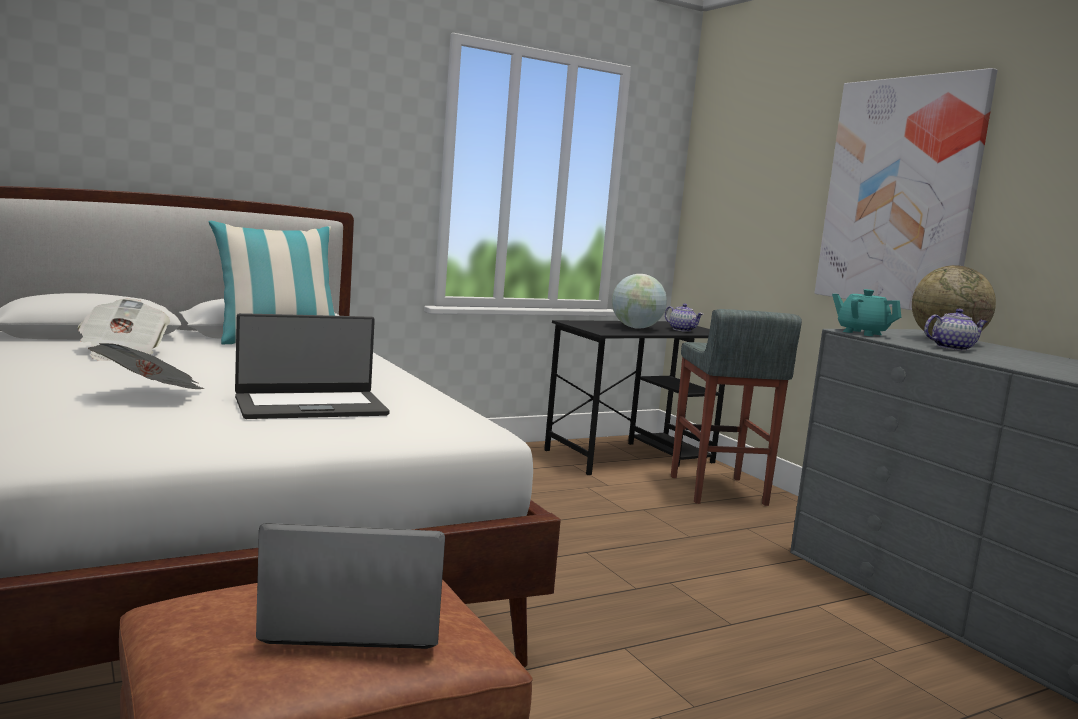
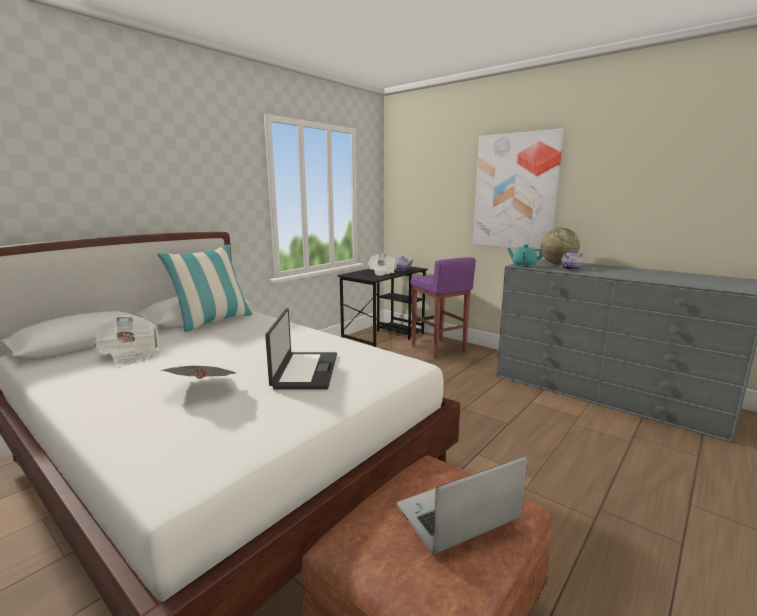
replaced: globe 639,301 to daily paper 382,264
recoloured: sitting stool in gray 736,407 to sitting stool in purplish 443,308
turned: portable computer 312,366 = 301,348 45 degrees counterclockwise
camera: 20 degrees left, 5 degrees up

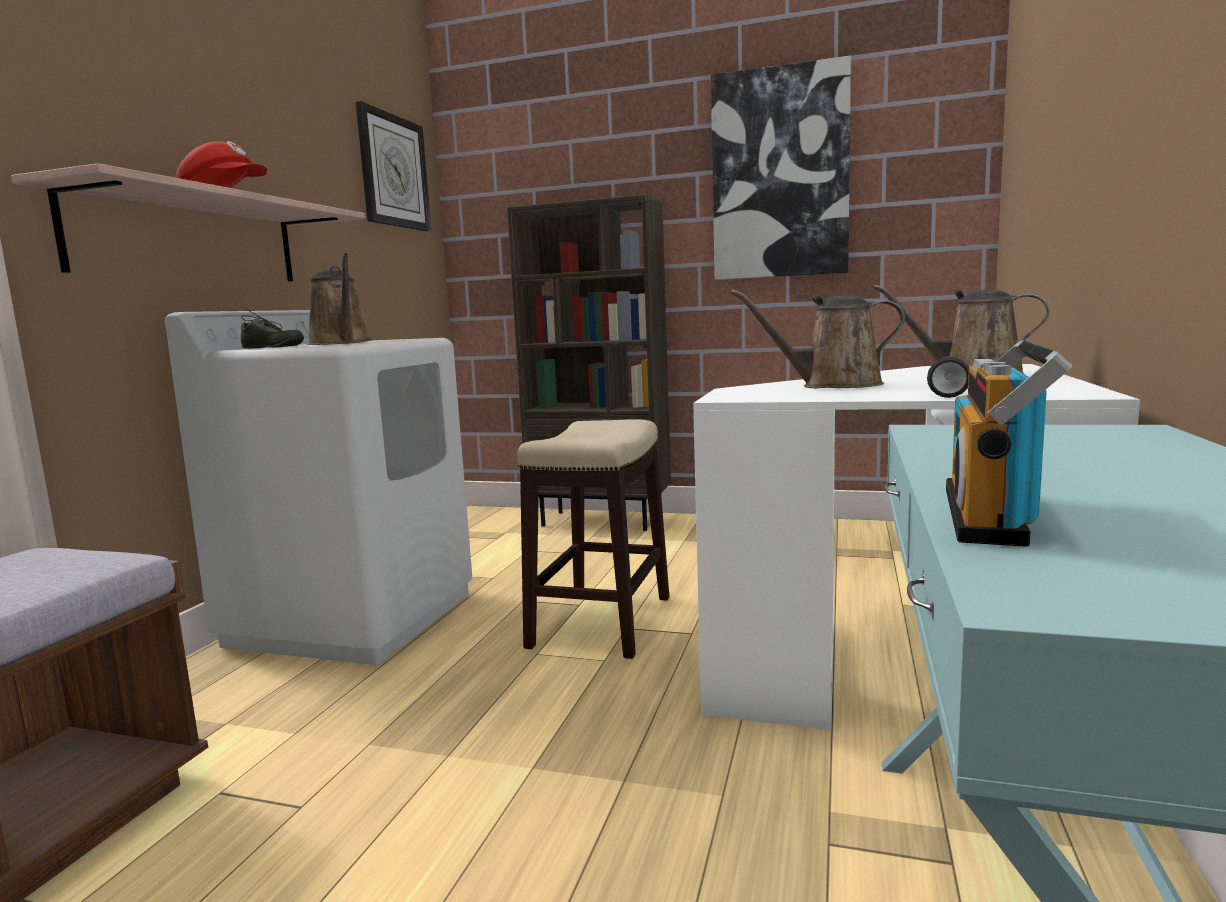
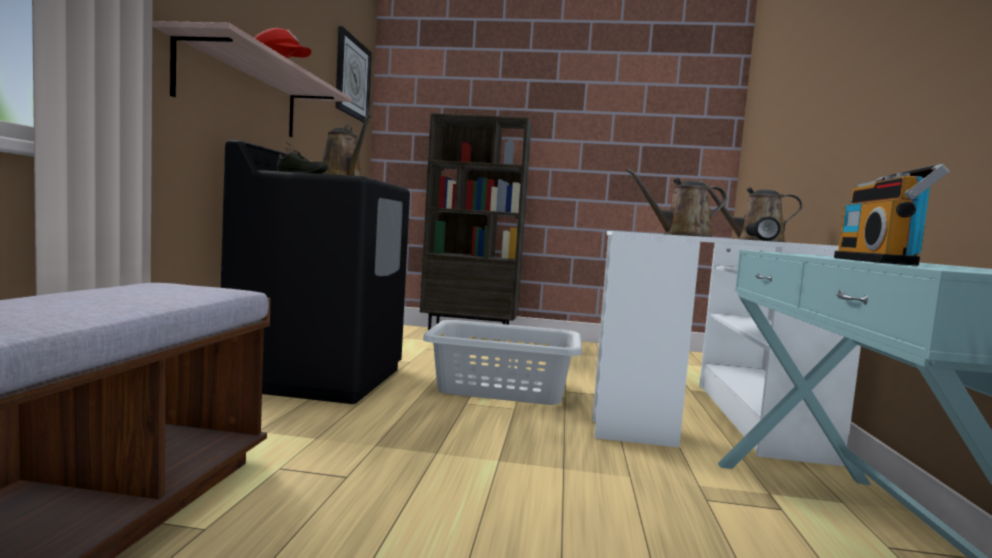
removed: picture 781,168
replaced: sitting stool 593,539 to washing basket in gray 502,362
recoloured: washing machine in whitish 318,487 to washing machine in blackish 315,272
camera: 10 degrees left, 5 degrees down

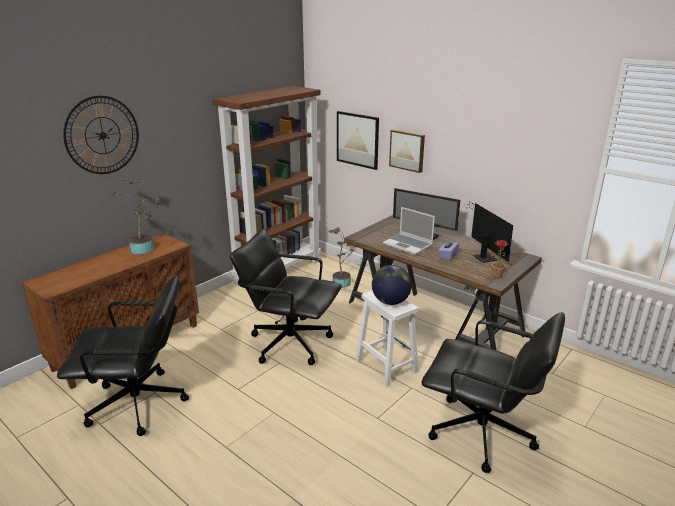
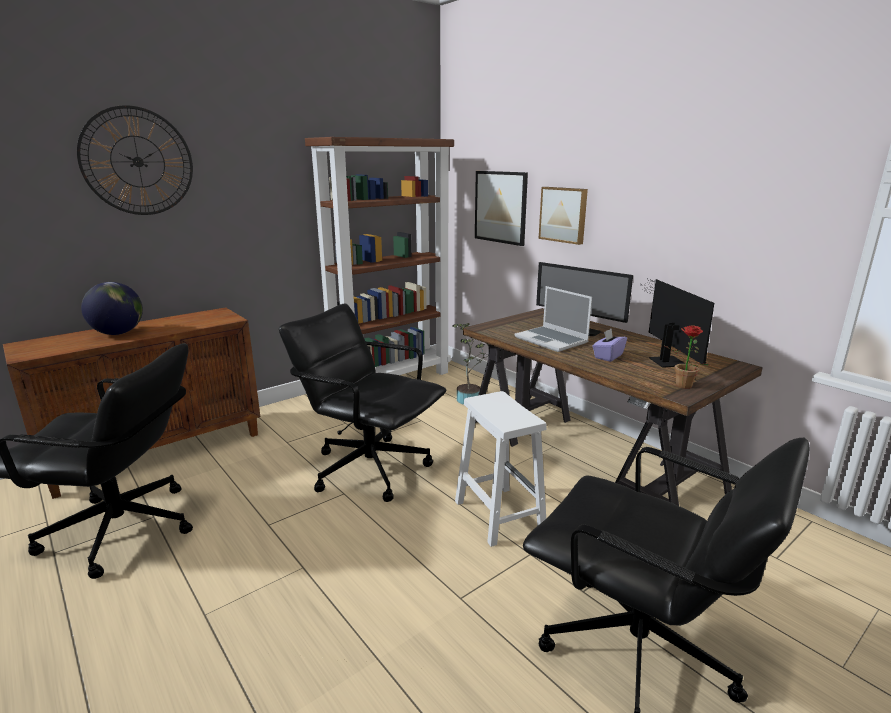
removed: potted plant 136,216
moved: globe 392,285 to 112,308
camera: 10 degrees right, 5 degrees down

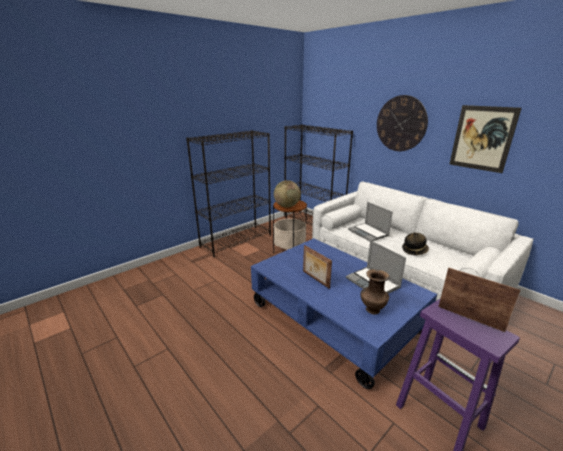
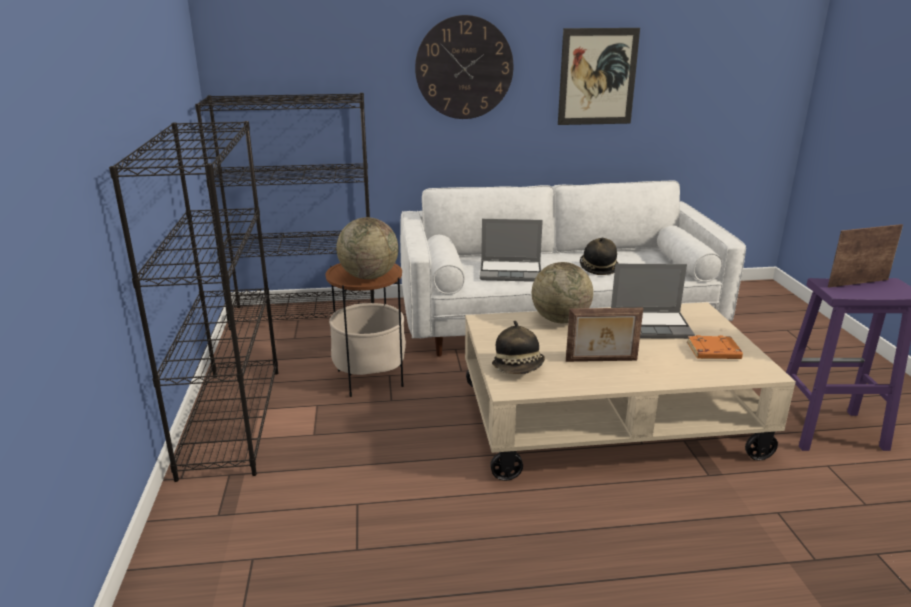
added: clothing hat 518,347; globe 562,292
replaced: decorative vase in brownish 375,291 to bound book in orange-coloured 715,347
recoloured: coffee table in blue 344,313 to coffee table in beige-coloured 630,391
camera: 55 degrees left, 0 degrees up

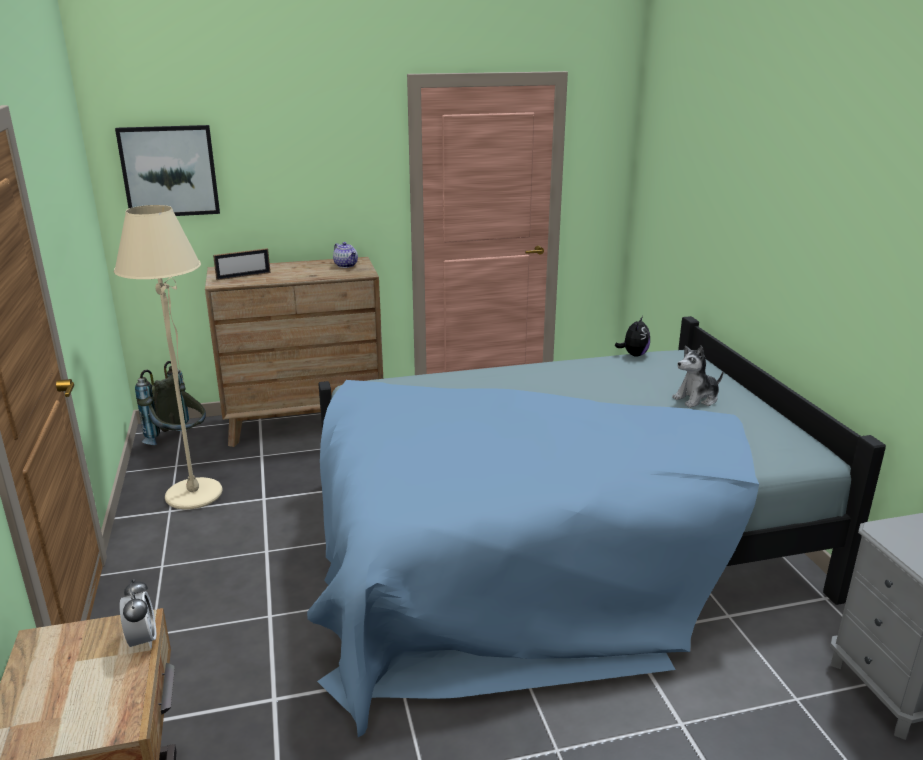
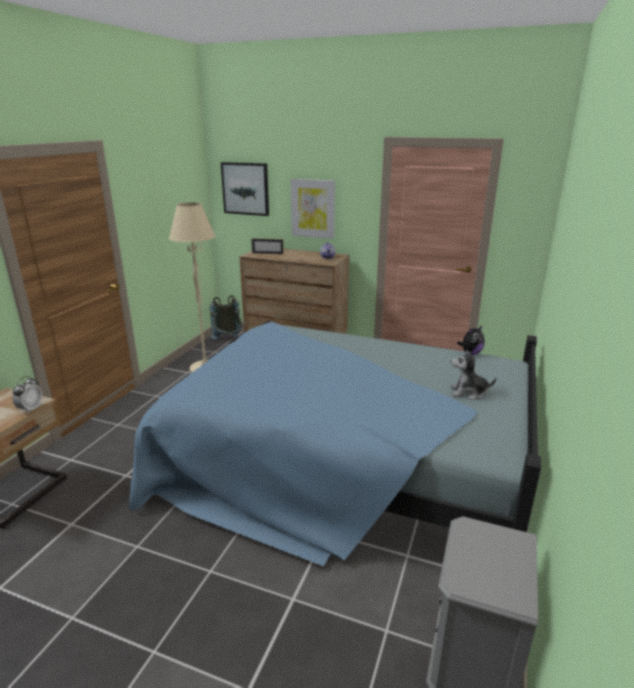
added: picture 313,209
camera: 35 degrees right, 0 degrees up

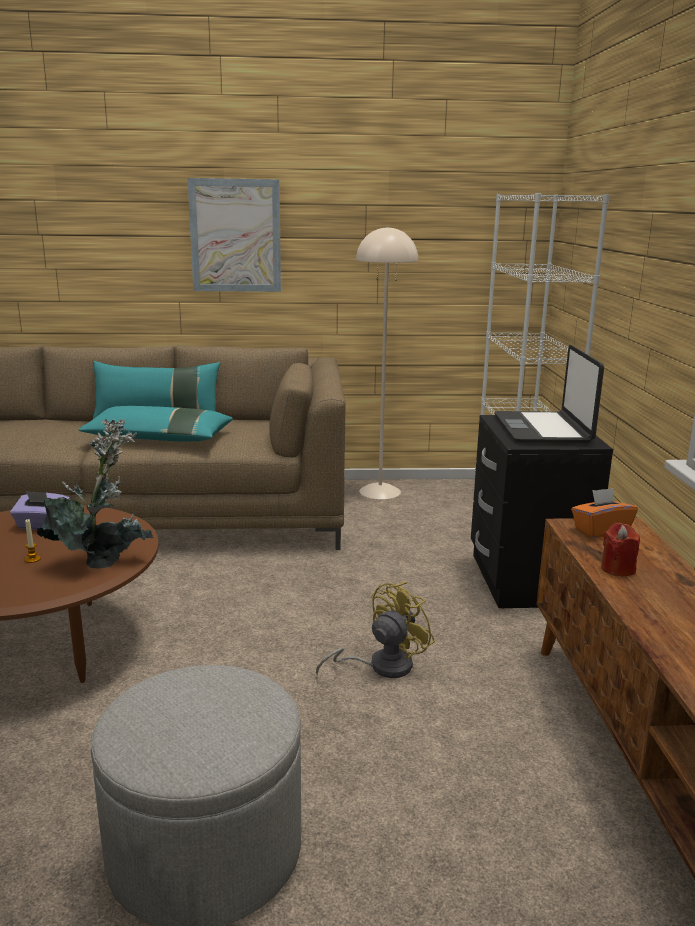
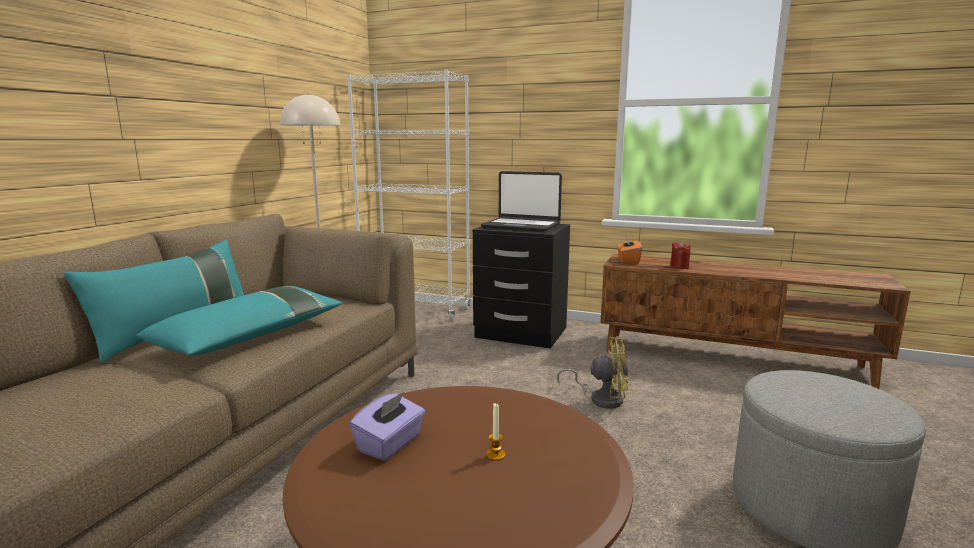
removed: potted plant 95,494; picture 234,235
turned: cooling fan in yellowish 375,630 = 592,373 120 degrees clockwise
camera: 65 degrees left, 5 degrees down

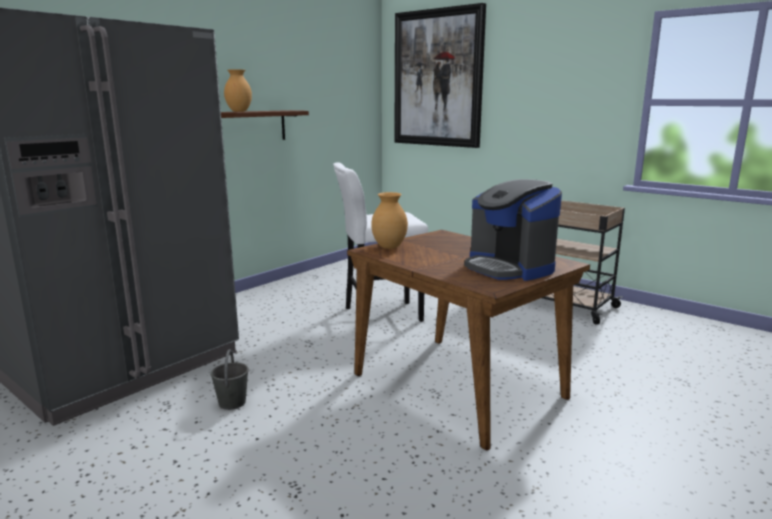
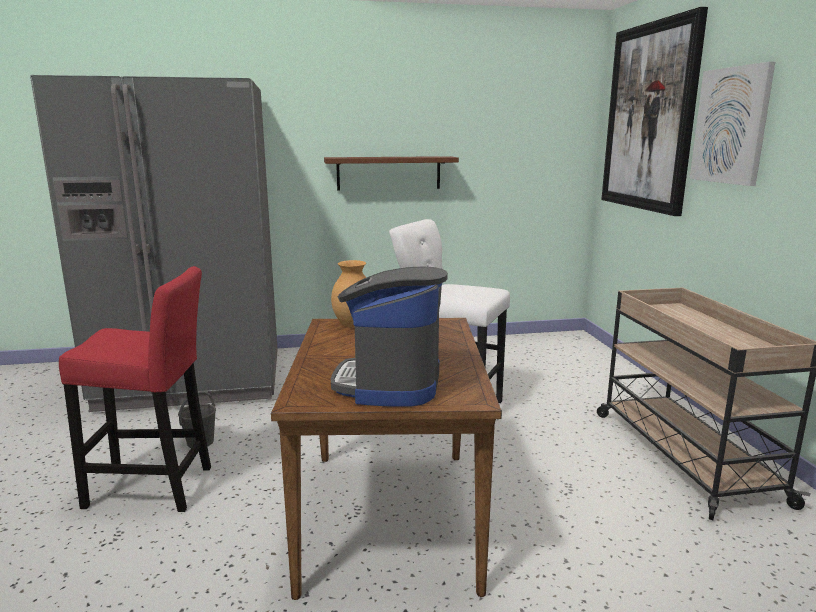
removed: decorative vase in brownish 238,90
added: sitting stool in reddish 135,389; picture 732,123
camera: 40 degrees right, 0 degrees up

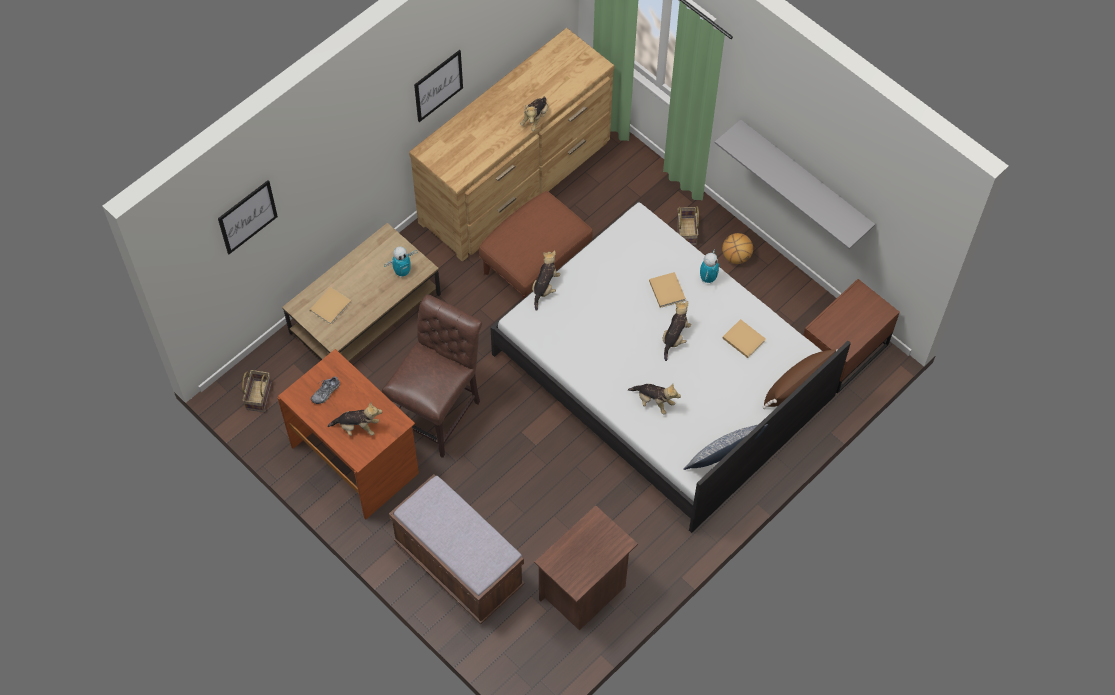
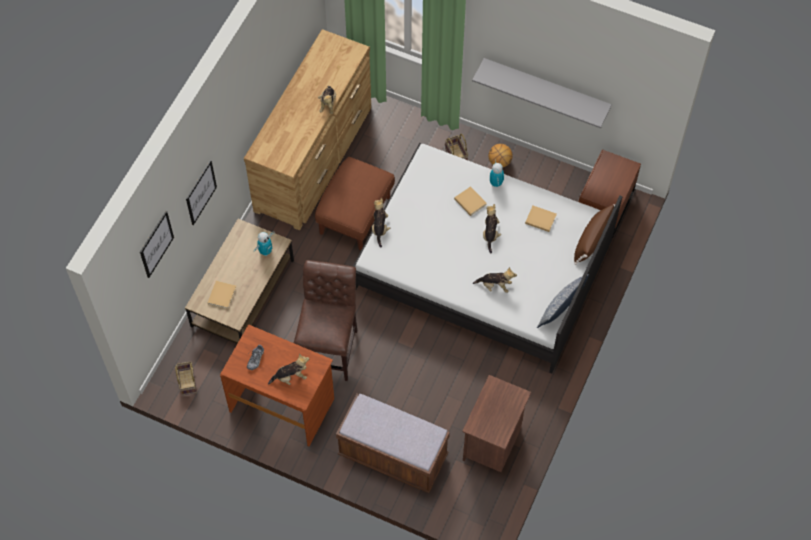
moved: picture 438,86 to 201,192
camera: 20 degrees left, 0 degrees up

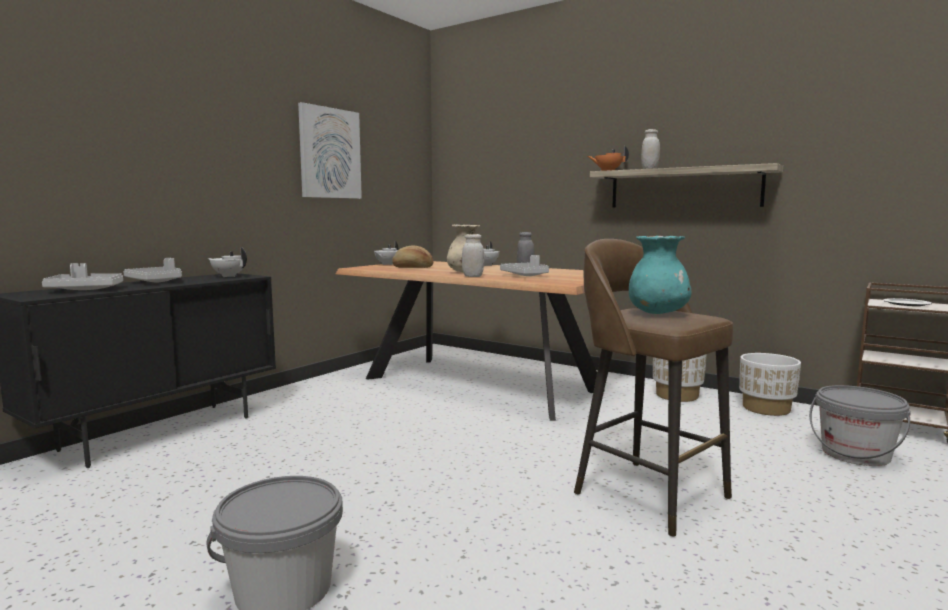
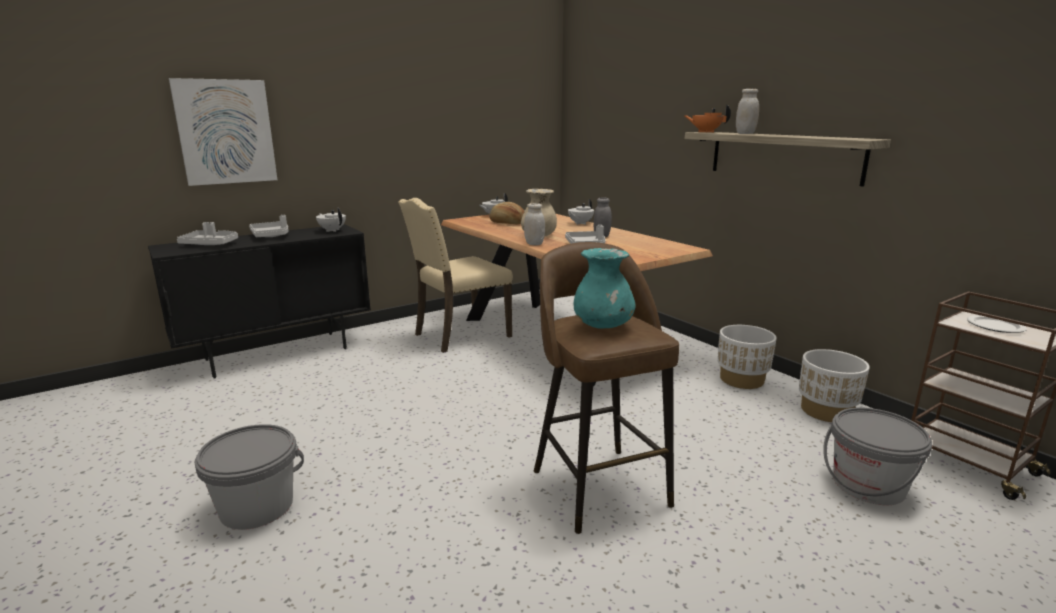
added: upright chair in beige-coloured 455,275
moved: picture 330,150 to 223,132
camera: 20 degrees right, 10 degrees up

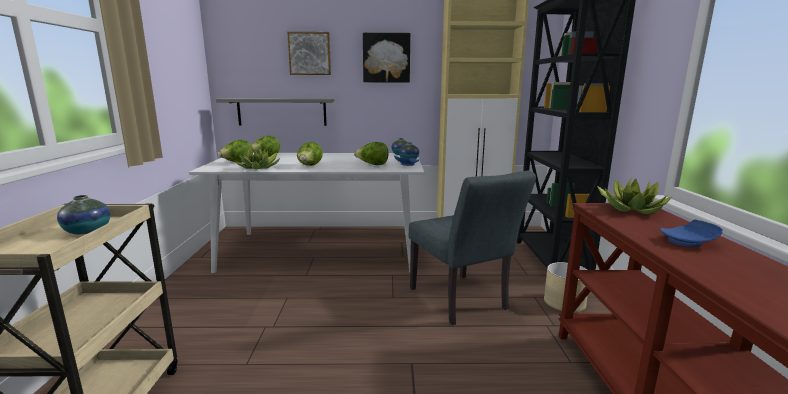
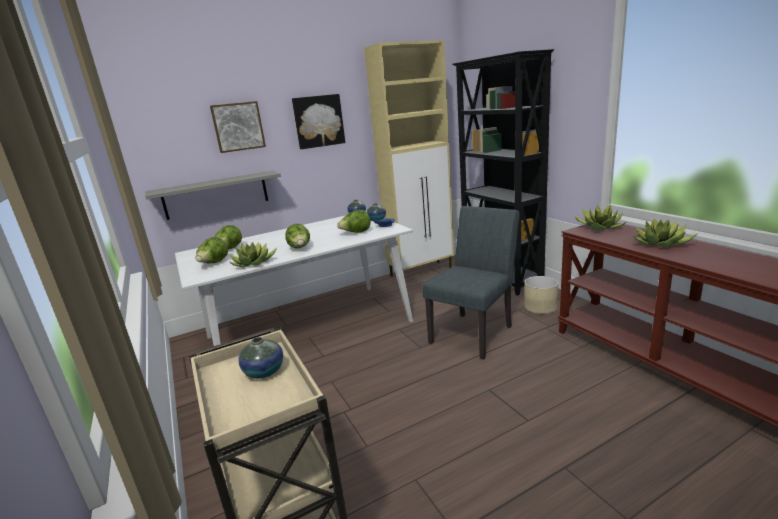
replaced: flat dish in blue 691,233 to potted plant 665,233
turned: upright chair in gray 472,248 = 471,283 90 degrees counterclockwise
camera: 25 degrees left, 5 degrees up

